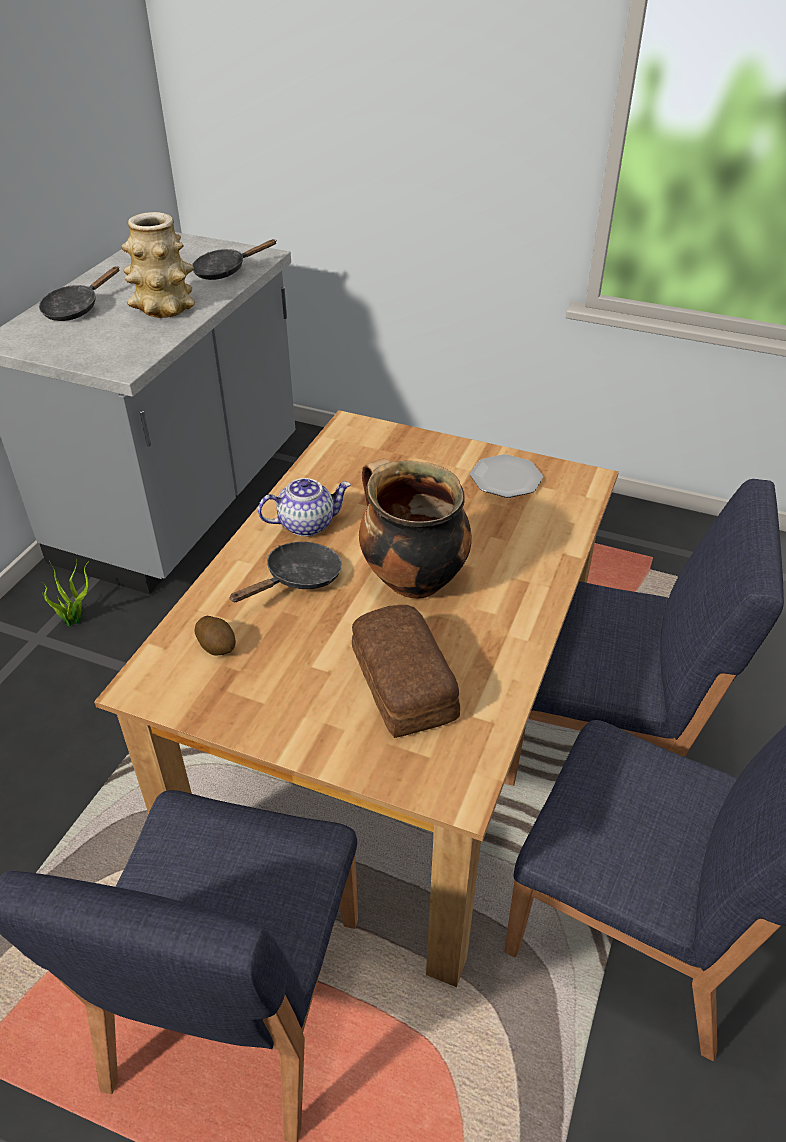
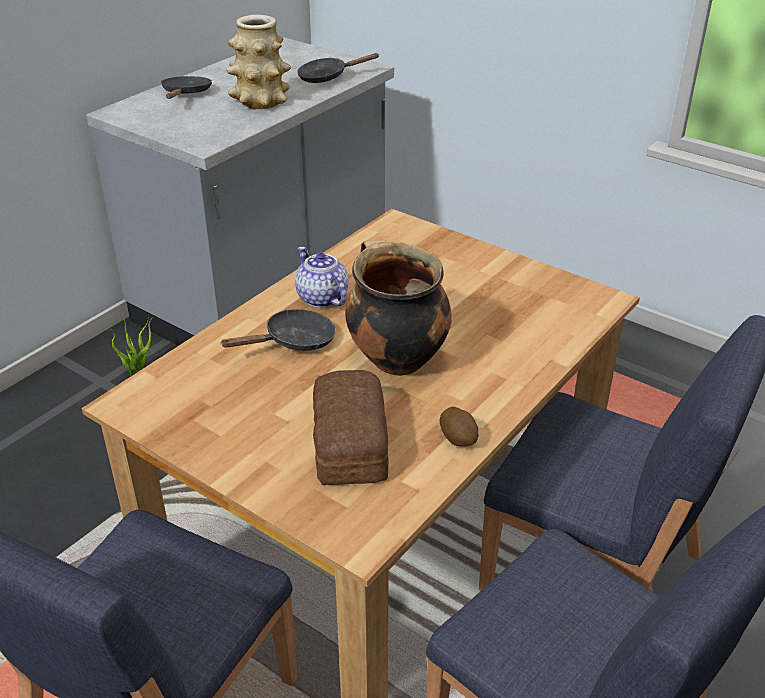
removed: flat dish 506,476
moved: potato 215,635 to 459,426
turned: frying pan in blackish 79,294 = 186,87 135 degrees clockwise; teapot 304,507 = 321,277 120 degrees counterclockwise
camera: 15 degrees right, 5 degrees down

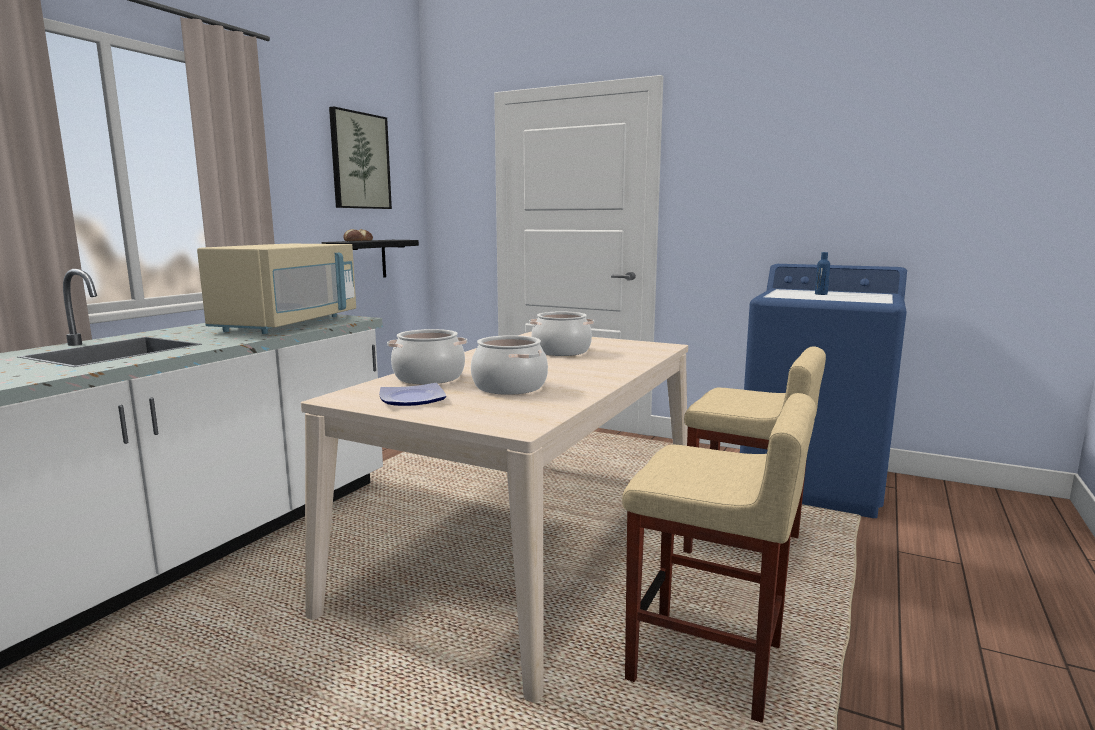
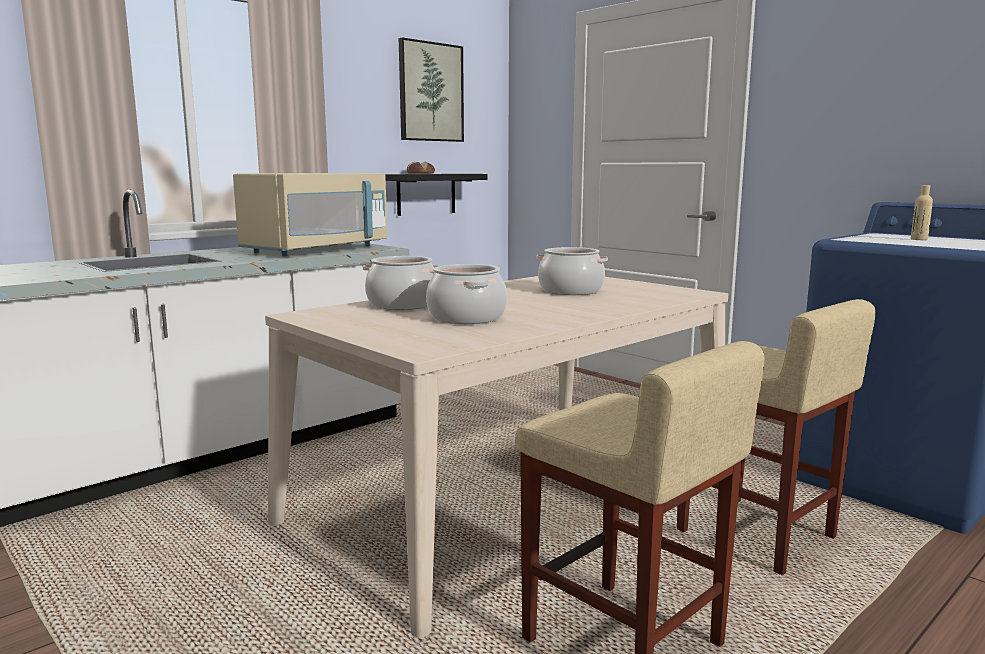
removed: flat dish 412,394
recoloured: beverage bottle in blue 822,273 to beverage bottle in beige-coloured 922,212
camera: 20 degrees right, 0 degrees up

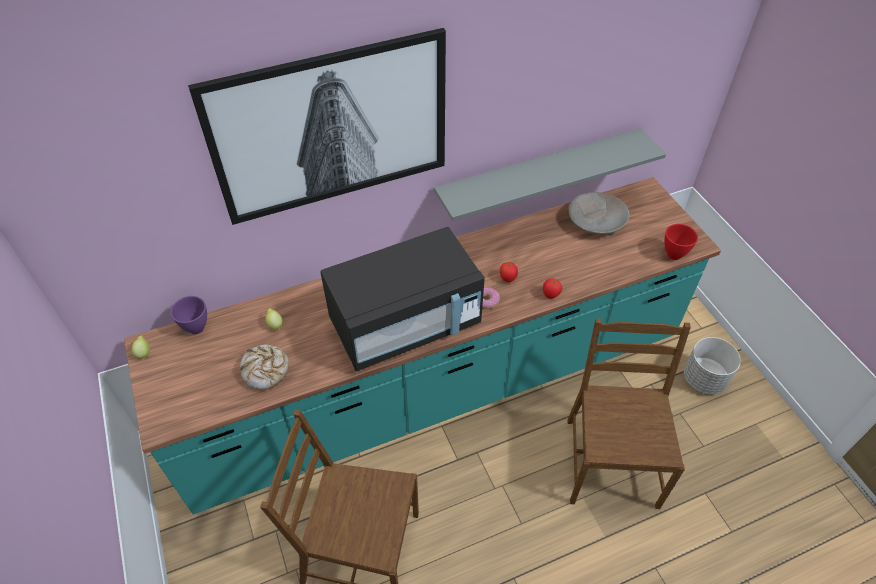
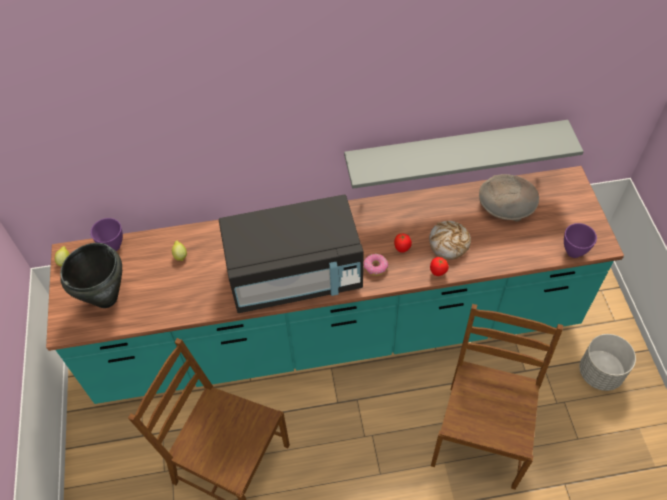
removed: picture 317,126
added: saucepot in blackish 91,275
moved: baked bread 264,367 to 450,240
recoloured: deep dish in reddish 681,242 to deep dish in purplish 580,240
camera: 15 degrees right, 5 degrees up

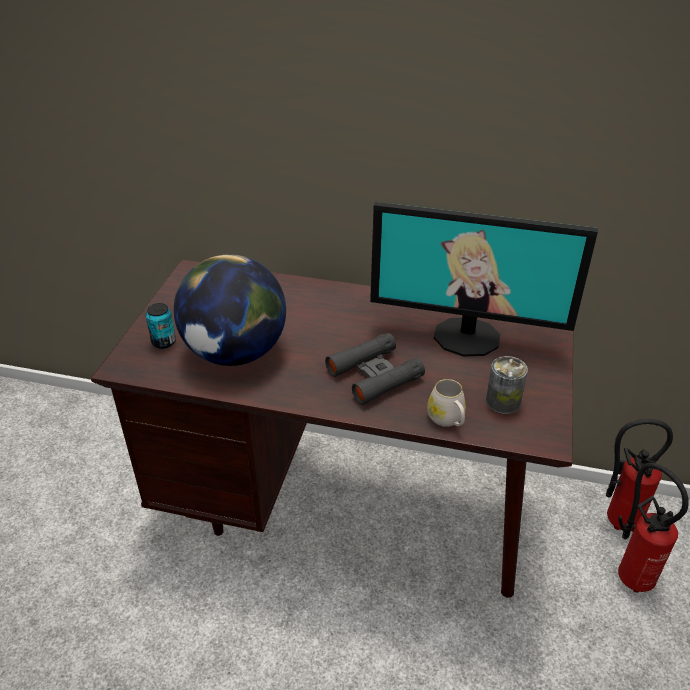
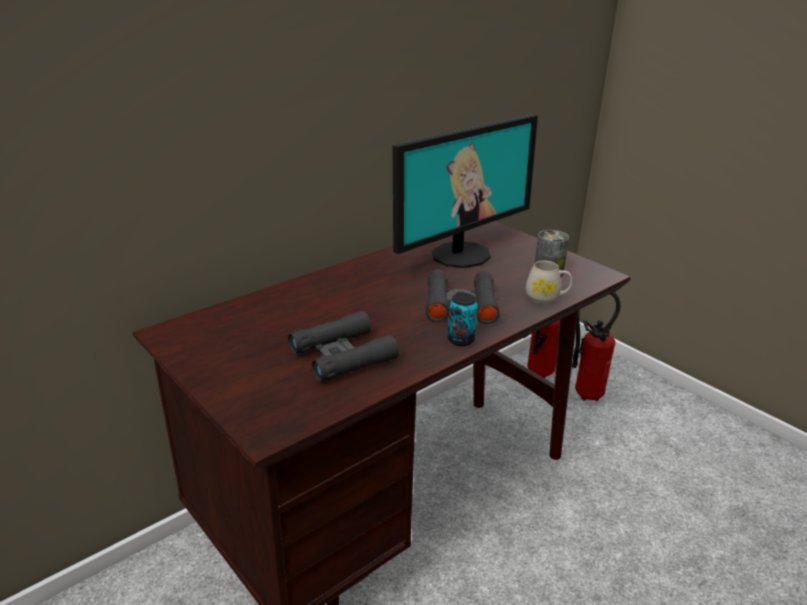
moved: sealed can 161,326 to 462,319
replaced: globe 230,310 to field glasses in blackish 343,346
camera: 55 degrees left, 10 degrees down

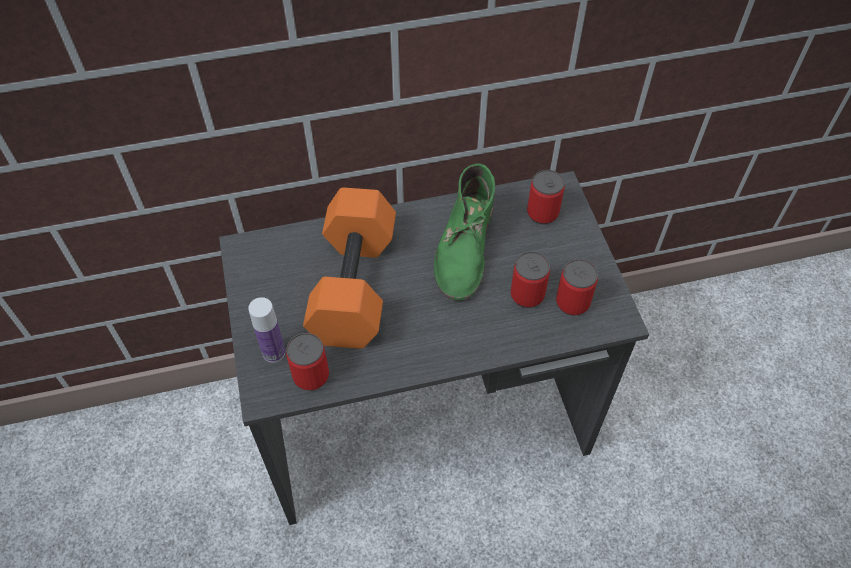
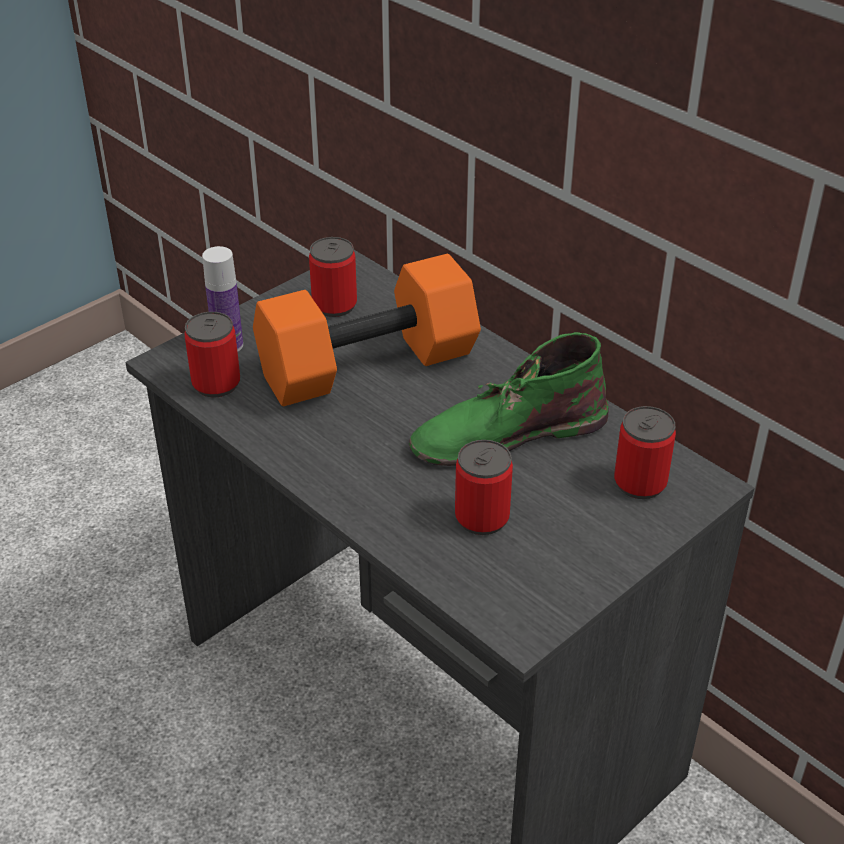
moved: sealed can 577,287 to 333,277
camera: 60 degrees right, 15 degrees down

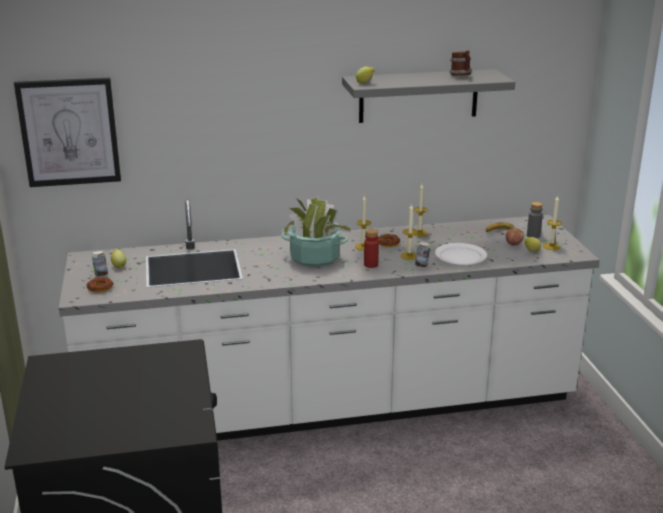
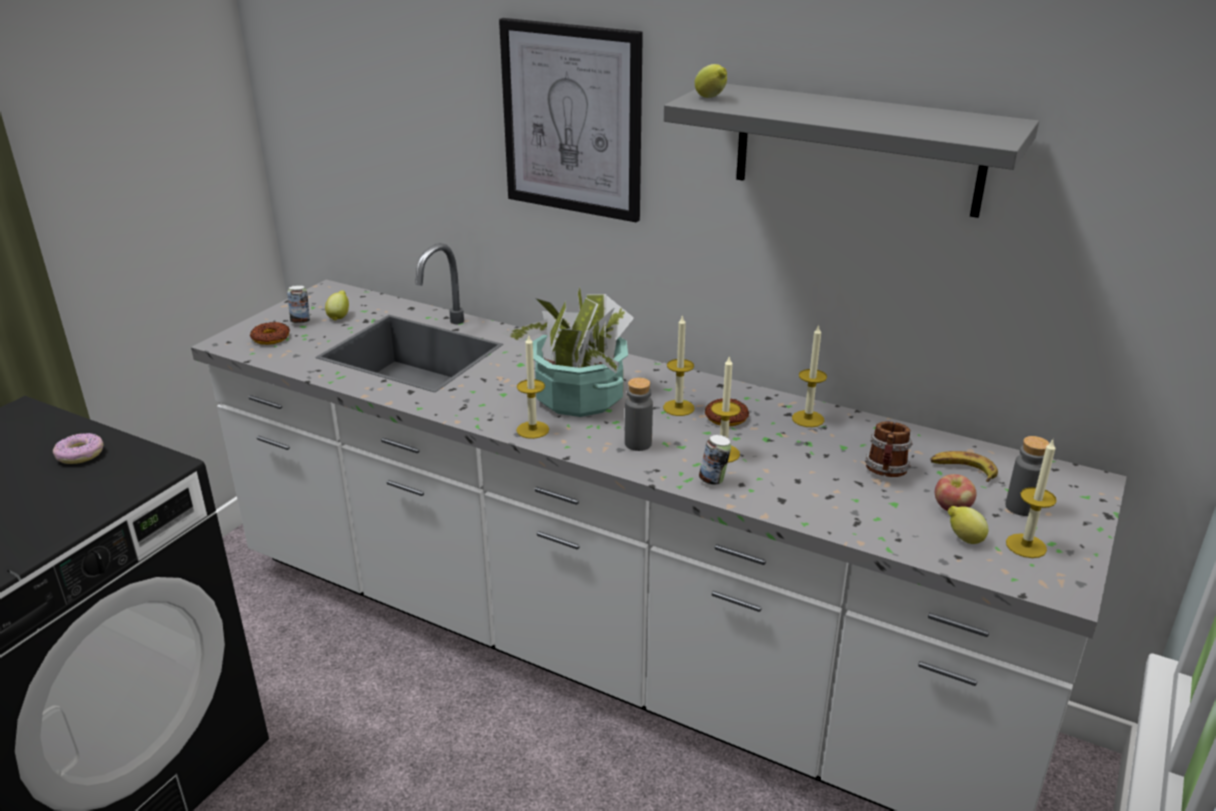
removed: flat dish in whitish 461,254
added: ring doughnut 78,448; wax light 532,386
moved: picture 67,132 to 571,120; coffee mug 460,63 to 889,449
recoloured: beverage bottle in reddish 371,248 to beverage bottle in gray 639,414
camera: 40 degrees right, 5 degrees up

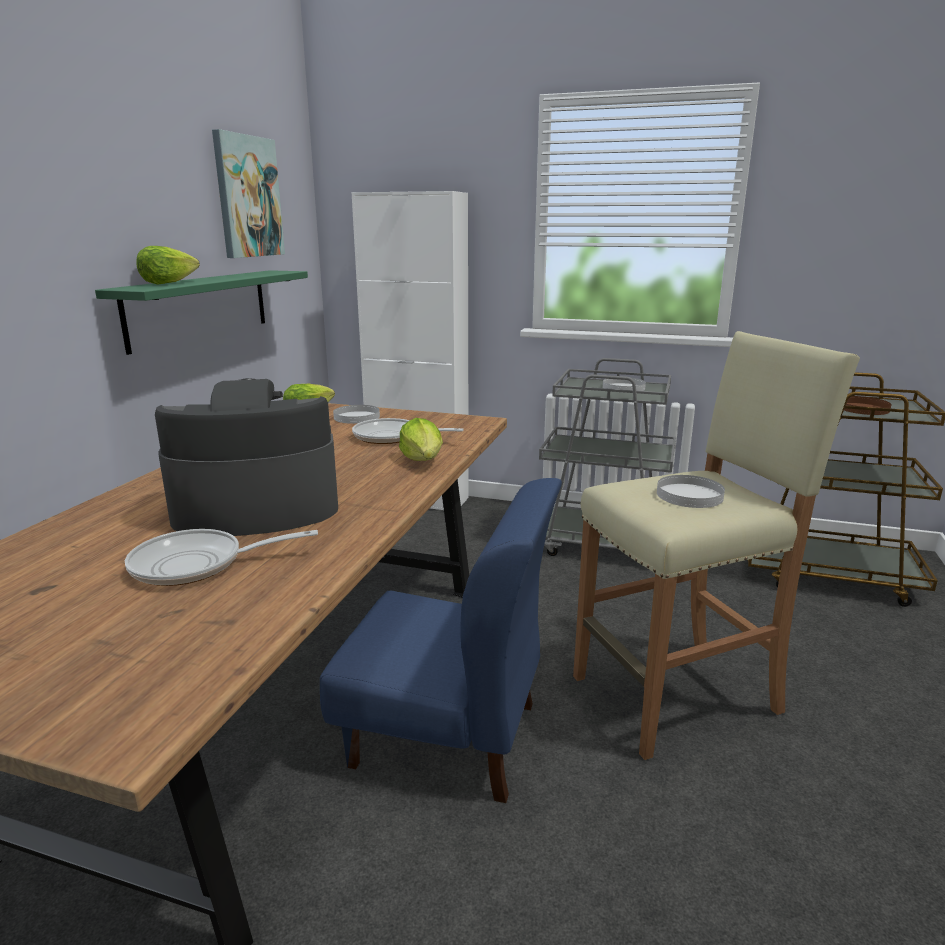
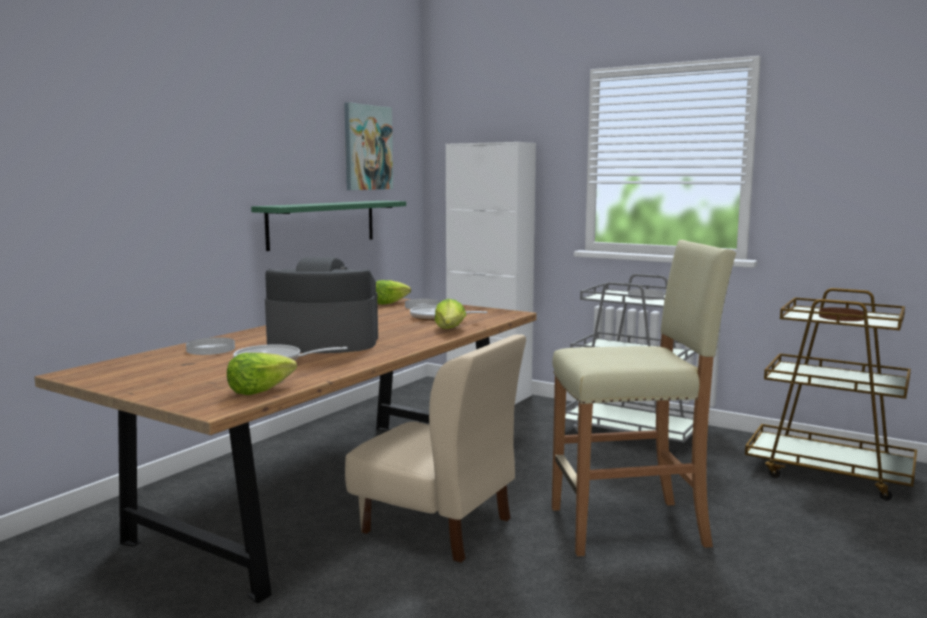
moved: lettuce head 168,265 to 262,374; flat dish in whitish 691,491 to 210,346
recoloured: upright chair in blue 441,640 to upright chair in beige-coloured 435,448
camera: 15 degrees right, 10 degrees down

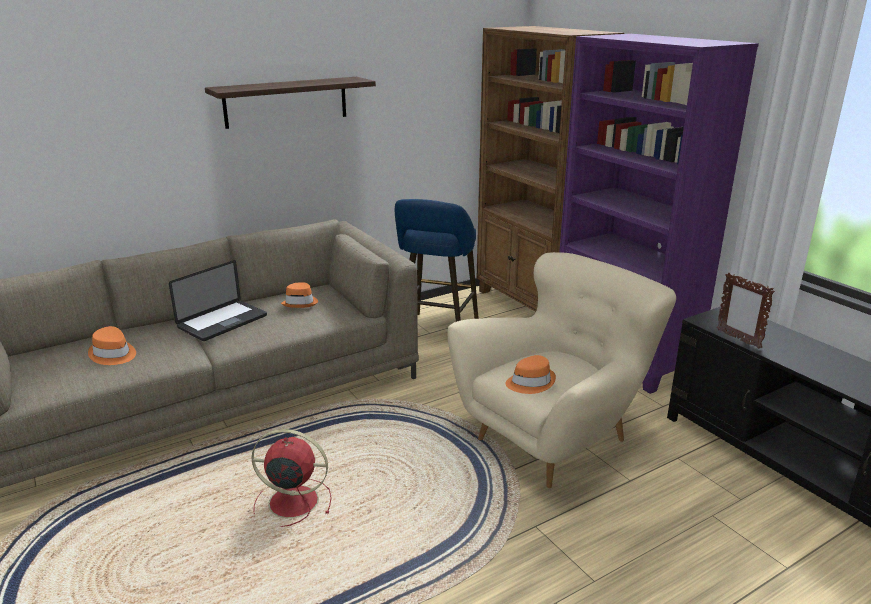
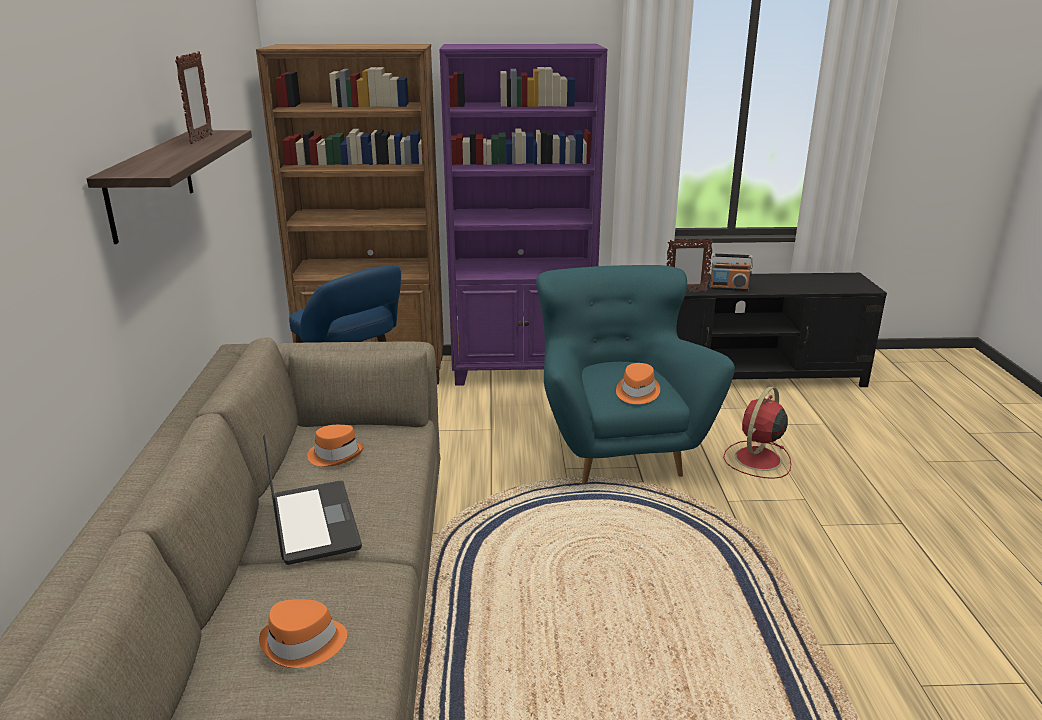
added: standing frame 194,97; radio 731,272
moved: cooling fan in reddish 292,478 to 757,433
recoloured: armchair in beige-coloured 562,370 to armchair in turquoise-coloured 635,374
camera: 60 degrees left, 0 degrees up

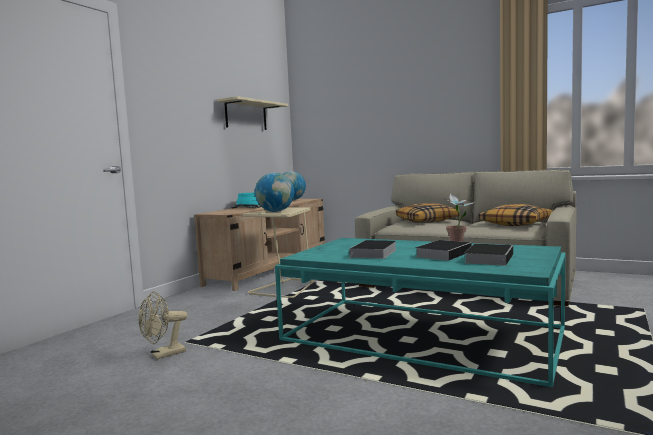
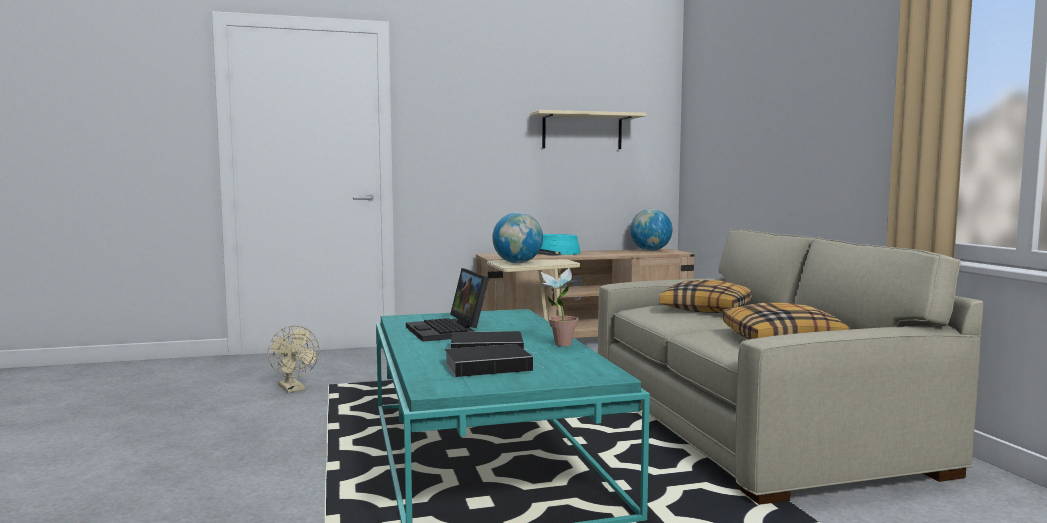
replaced: bound book 373,249 to portable computer 447,305
turned: cooling fan in beige-coloured 163,325 = 293,359 135 degrees counterclockwise
camera: 45 degrees right, 0 degrees up

